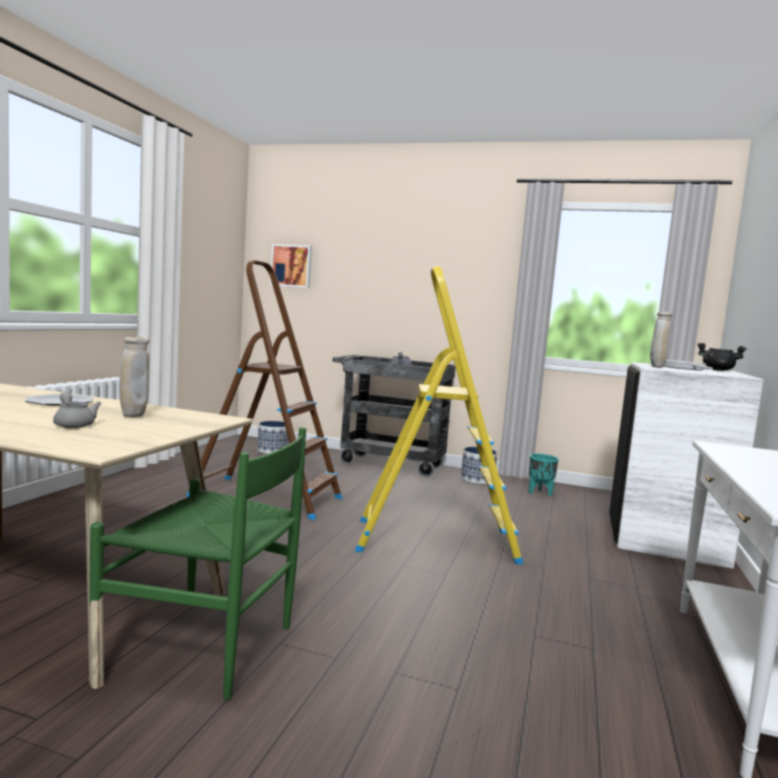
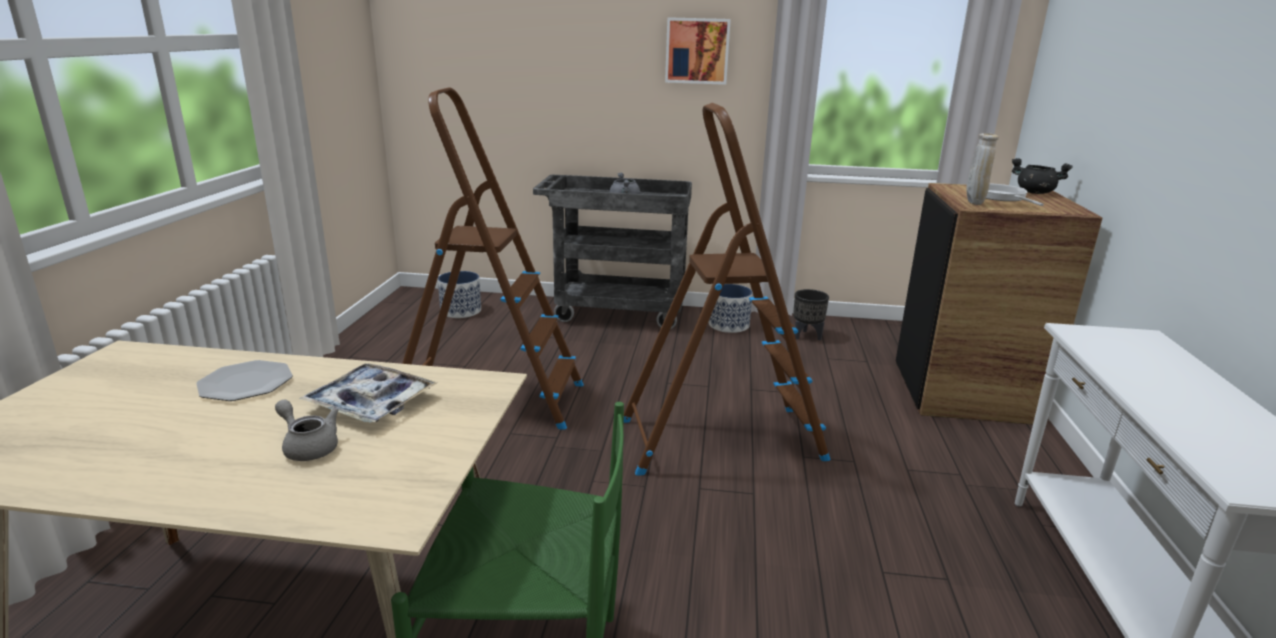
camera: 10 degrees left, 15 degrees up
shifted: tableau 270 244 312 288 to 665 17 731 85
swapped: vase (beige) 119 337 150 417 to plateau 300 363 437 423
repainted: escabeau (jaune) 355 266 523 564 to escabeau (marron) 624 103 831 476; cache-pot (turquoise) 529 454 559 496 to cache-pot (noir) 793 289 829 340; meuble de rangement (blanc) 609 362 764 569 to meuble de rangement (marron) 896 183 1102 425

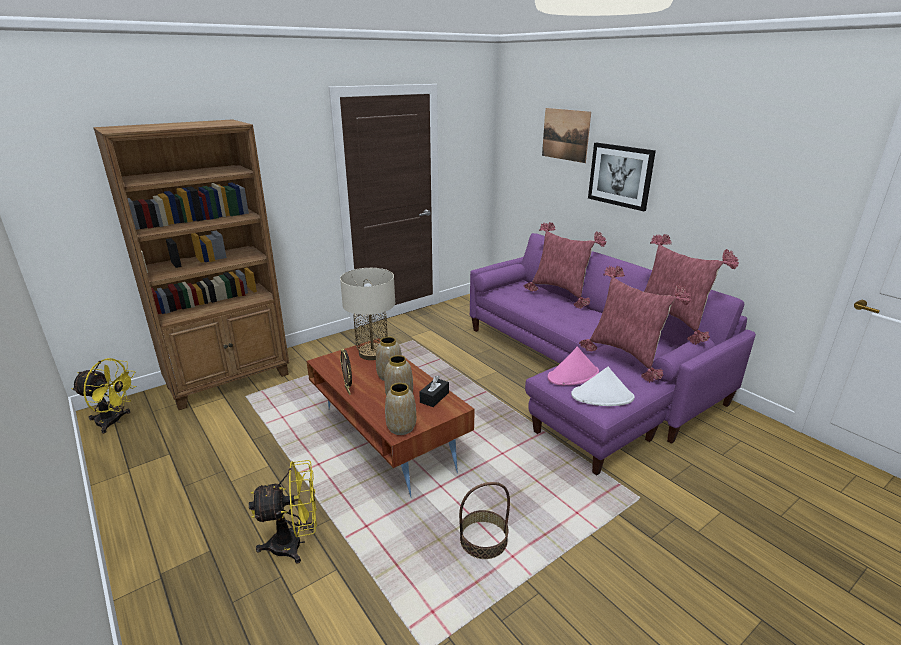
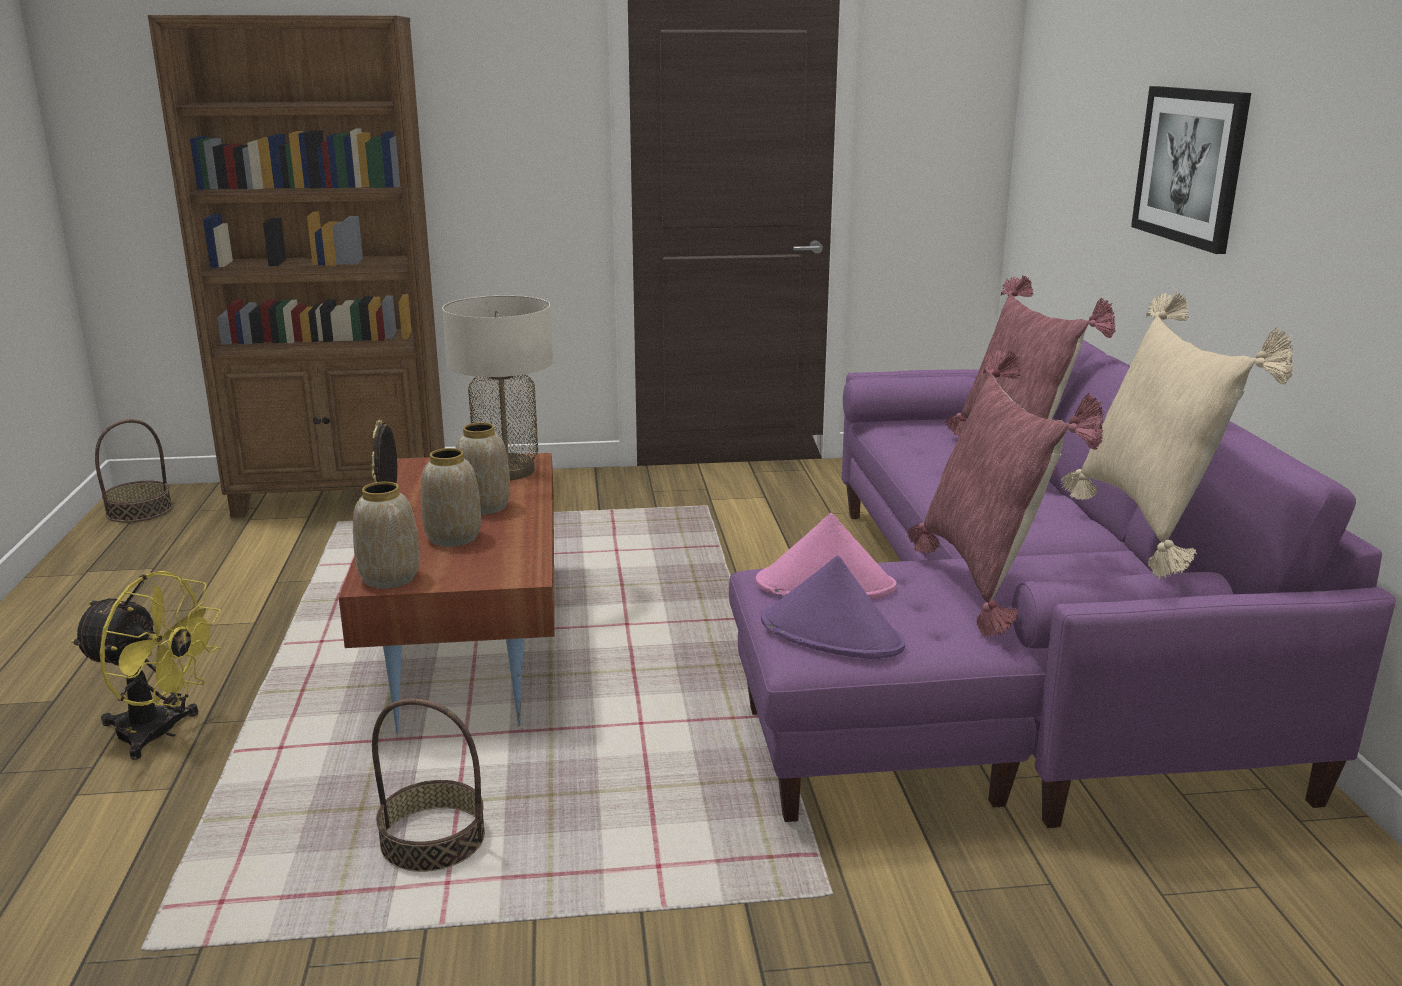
camera: 30 degrees right, 5 degrees down
gone: boîte à mouchoirs (noir) 419 375 449 407; tableau 542 108 591 163
swapped: ventilateur (jaune) 72 358 137 434 to panier 95 419 172 522
repainted: chapeau (blanc) 571 366 635 406 to chapeau (violet) 761 555 905 659; coussin (rouge) 644 234 739 344 to coussin (beige) 1061 292 1293 580

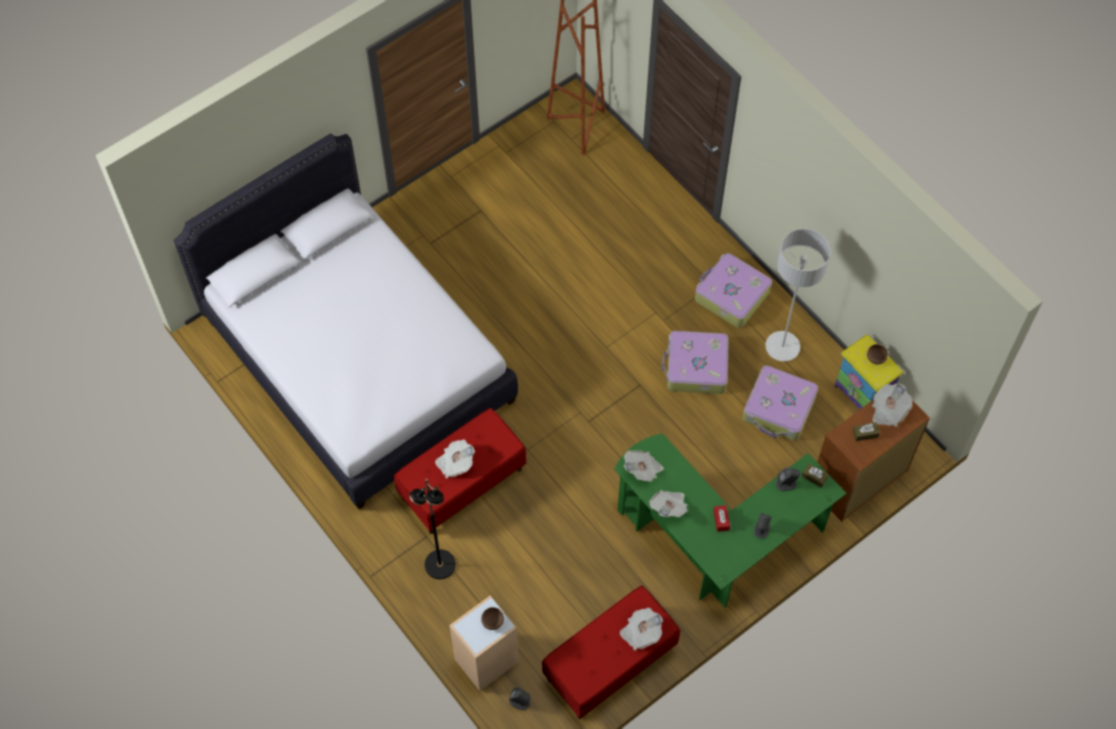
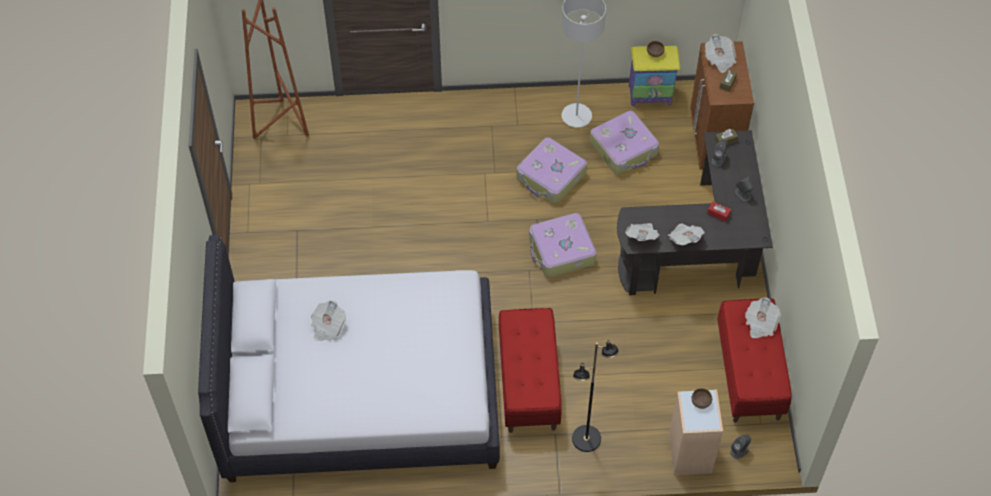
camera: 55 degrees left, 5 degrees down
shifted: journal 435 439 475 478 to 311 300 346 341; valise 695 253 772 328 to 529 213 597 277
repainted: bureau (vert) 614 434 846 608 to bureau (noir) 617 130 773 295

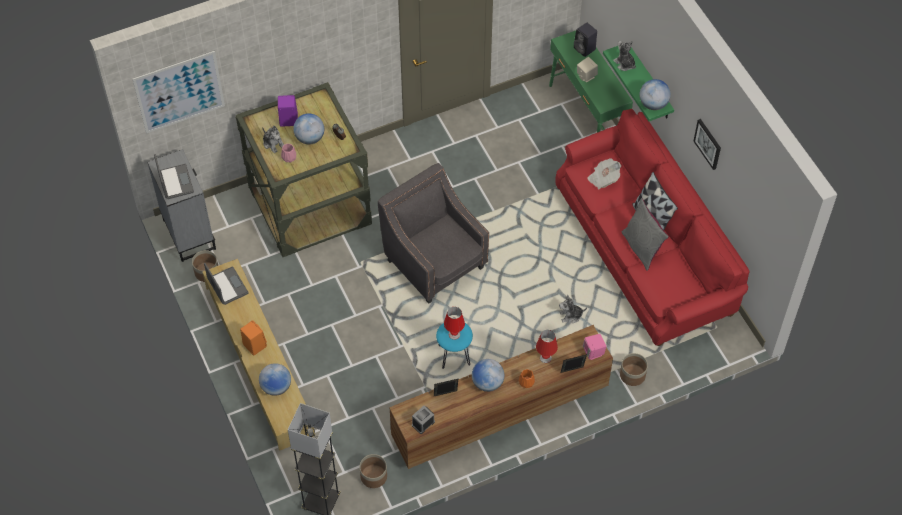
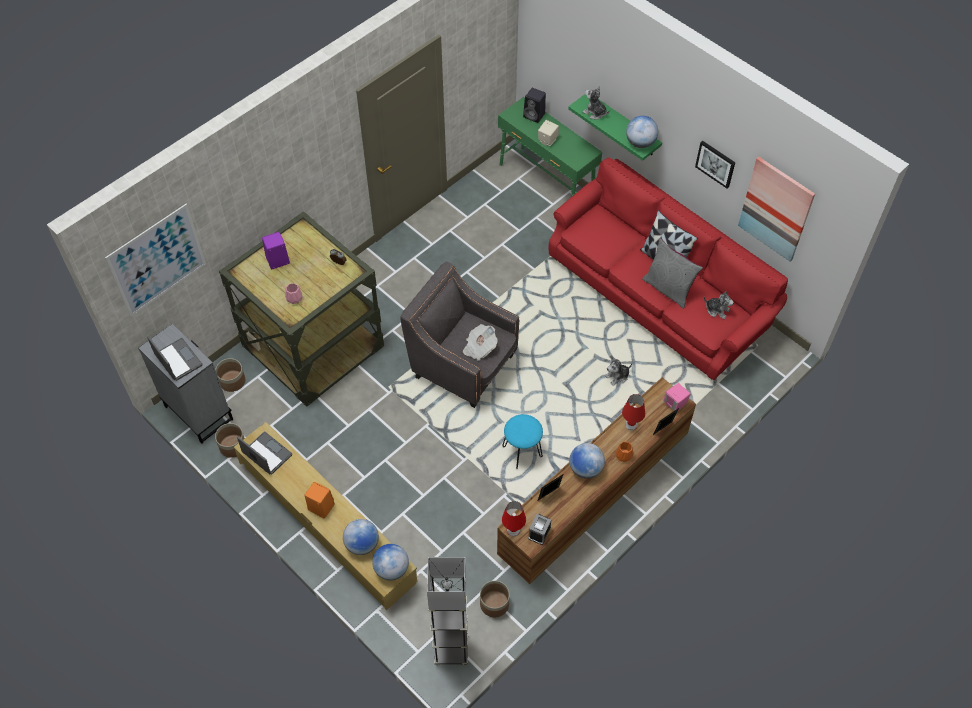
camera: 20 degrees left, 0 degrees up
new: tableau 738 157 815 262
shifted: peluche 262 126 284 153 to 704 291 734 319; globe 293 113 324 144 to 372 544 409 580; lampe de table (rouge) 444 307 465 340 to 502 501 526 536; journal 588 158 621 189 to 463 324 498 361; cache-pot 620 353 648 386 to 215 358 245 392

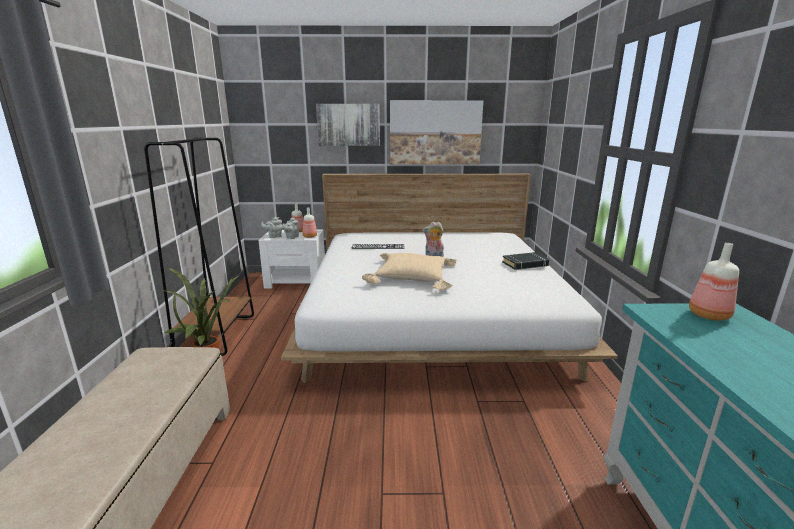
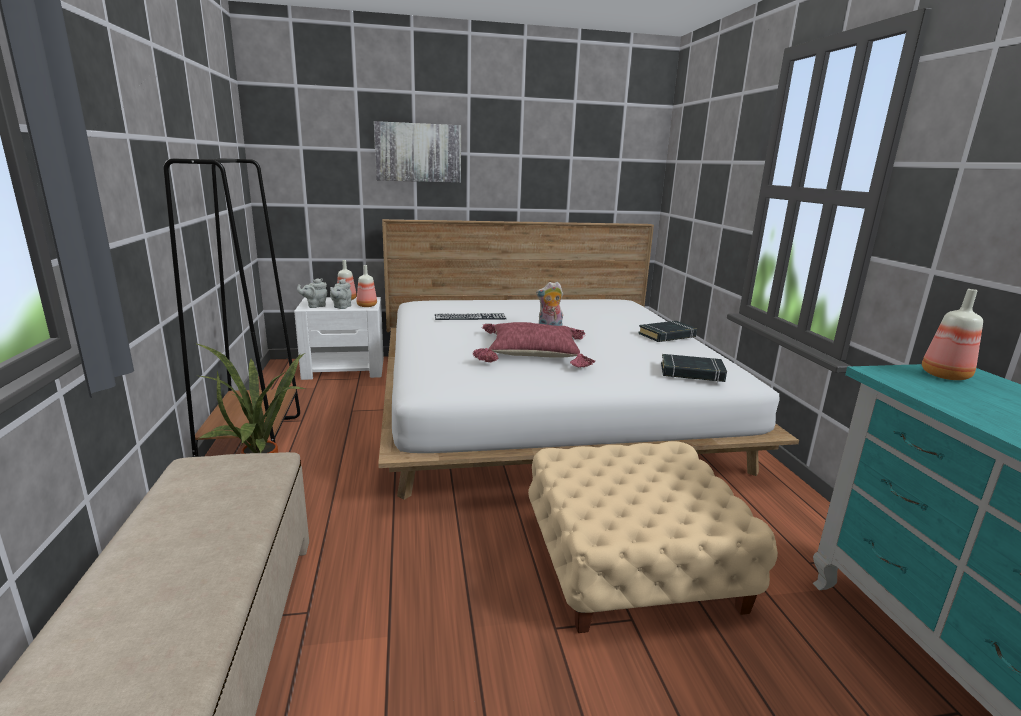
camera: 10 degrees left, 0 degrees up
gone: tableau 390 100 483 164
new: pouf (beige) 528 441 778 633; livre (noir) 661 354 727 382
repainted: coussin (beige) 361 253 457 290 to coussin (rouge) 472 322 595 368

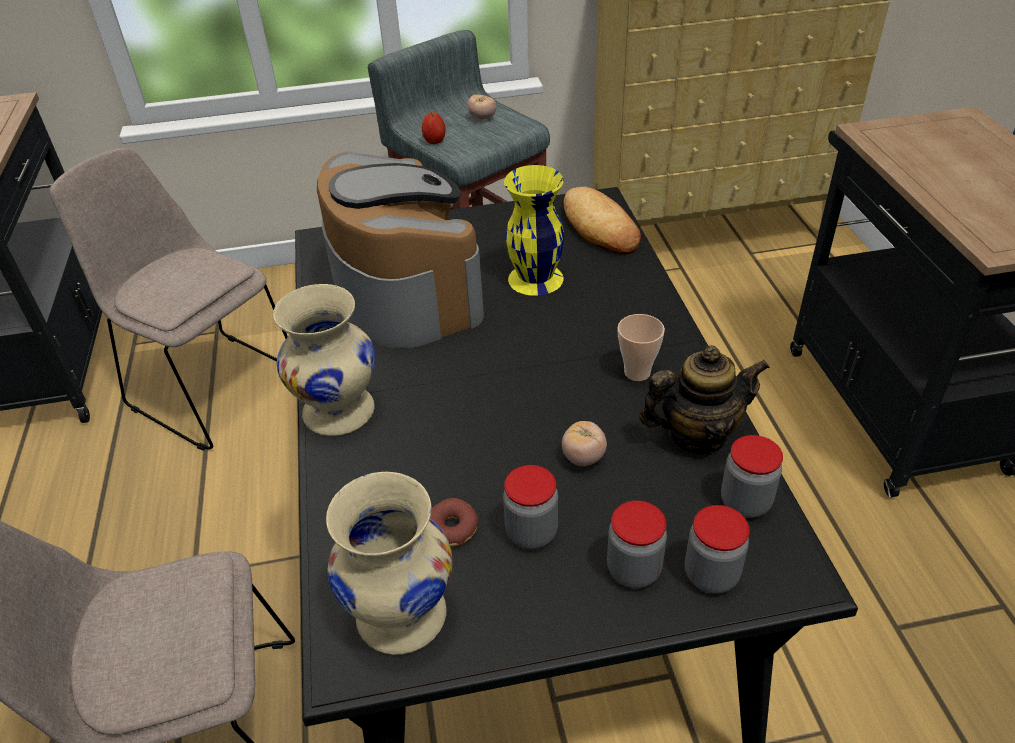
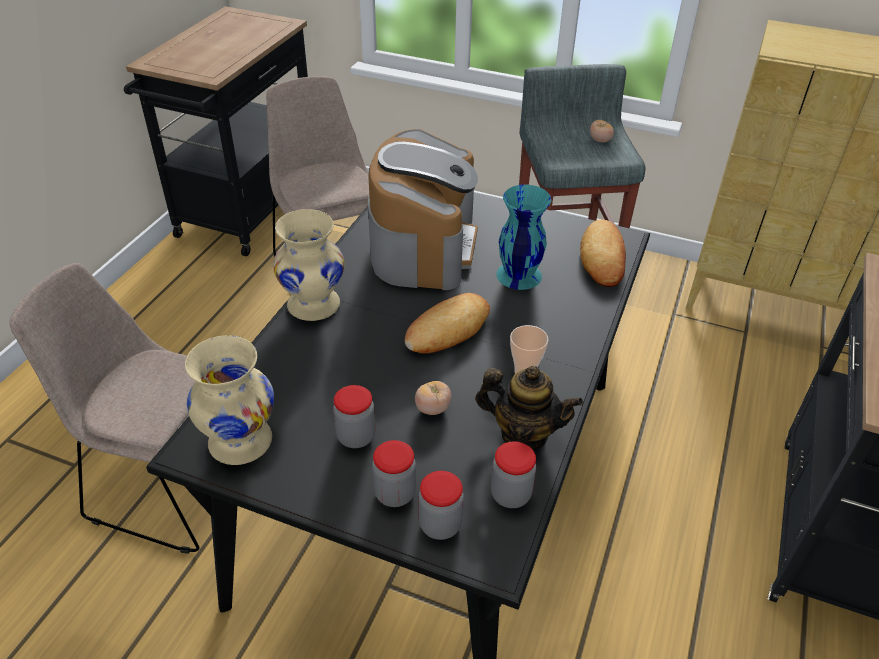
camera: 30 degrees right, 0 degrees up
gone: pomme 421 112 446 144; beignet 430 498 479 547
new: pain 404 293 490 354
repainted: vase (jaune) 504 165 564 296 to vase (turquoise) 496 185 552 290

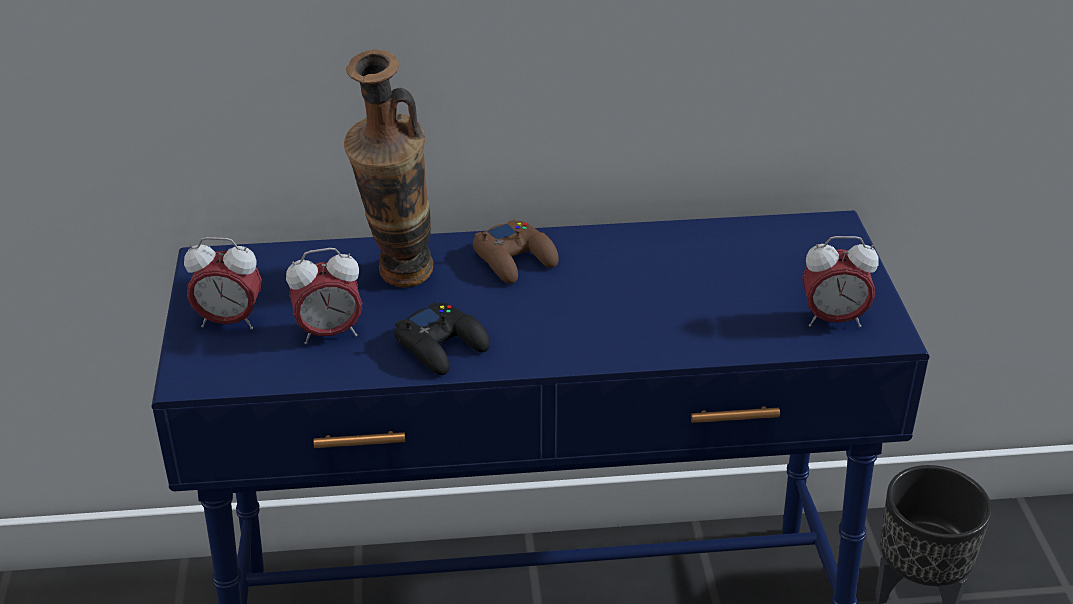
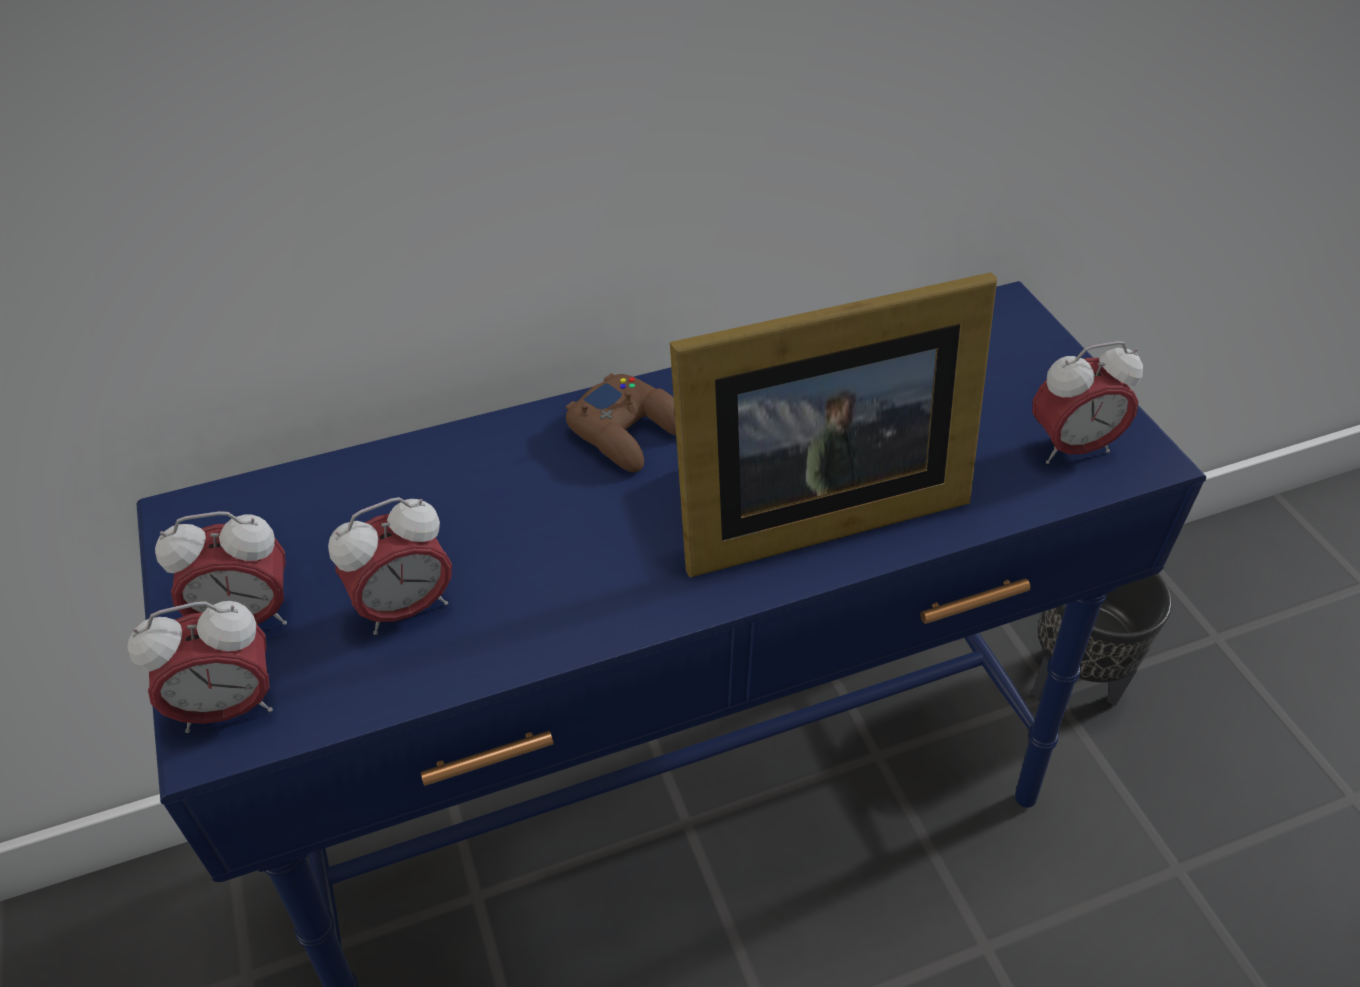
camera: 15 degrees left, 10 degrees up
gone: vase 344 50 433 288; manette (noir) 394 302 490 375
new: réveil 127 601 273 733; cadre photo 670 272 997 577

